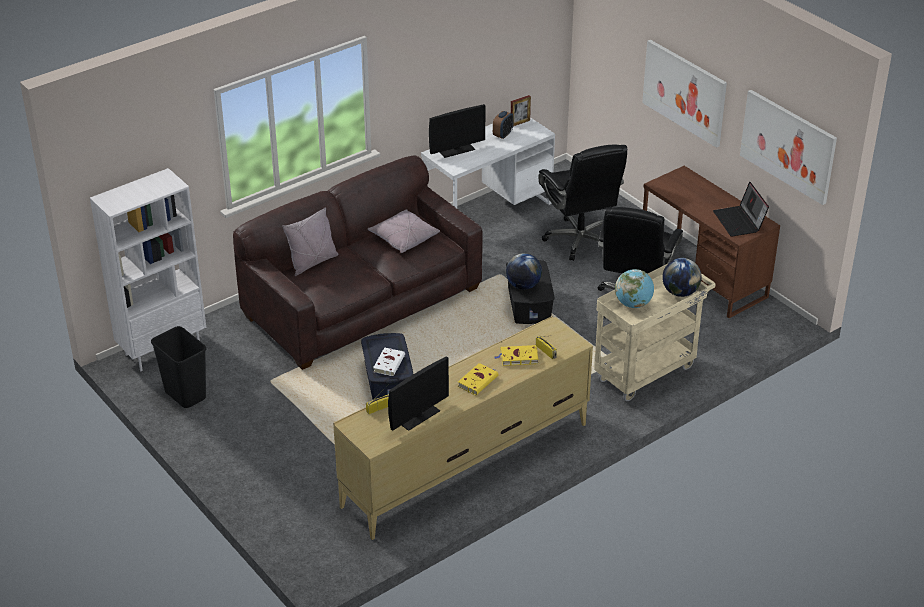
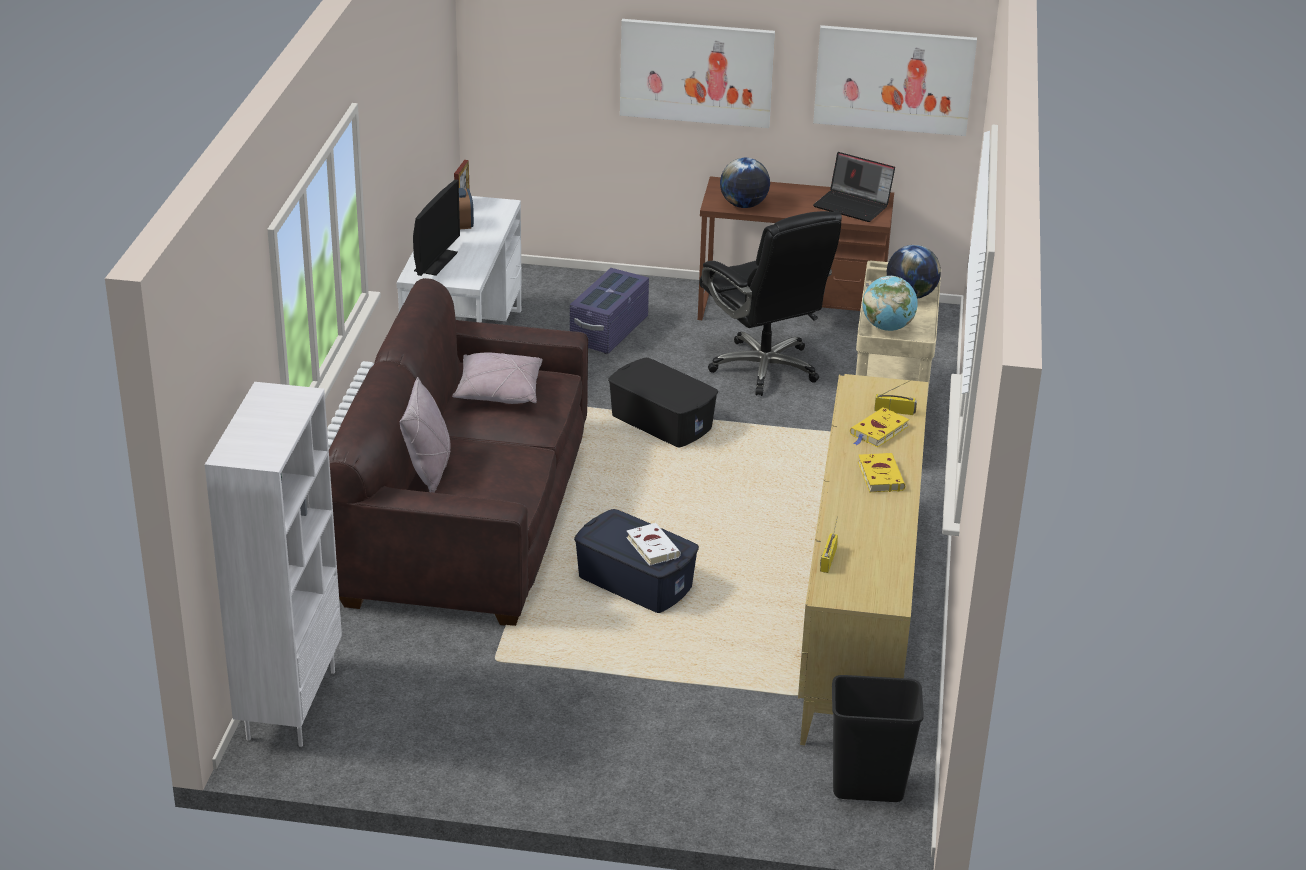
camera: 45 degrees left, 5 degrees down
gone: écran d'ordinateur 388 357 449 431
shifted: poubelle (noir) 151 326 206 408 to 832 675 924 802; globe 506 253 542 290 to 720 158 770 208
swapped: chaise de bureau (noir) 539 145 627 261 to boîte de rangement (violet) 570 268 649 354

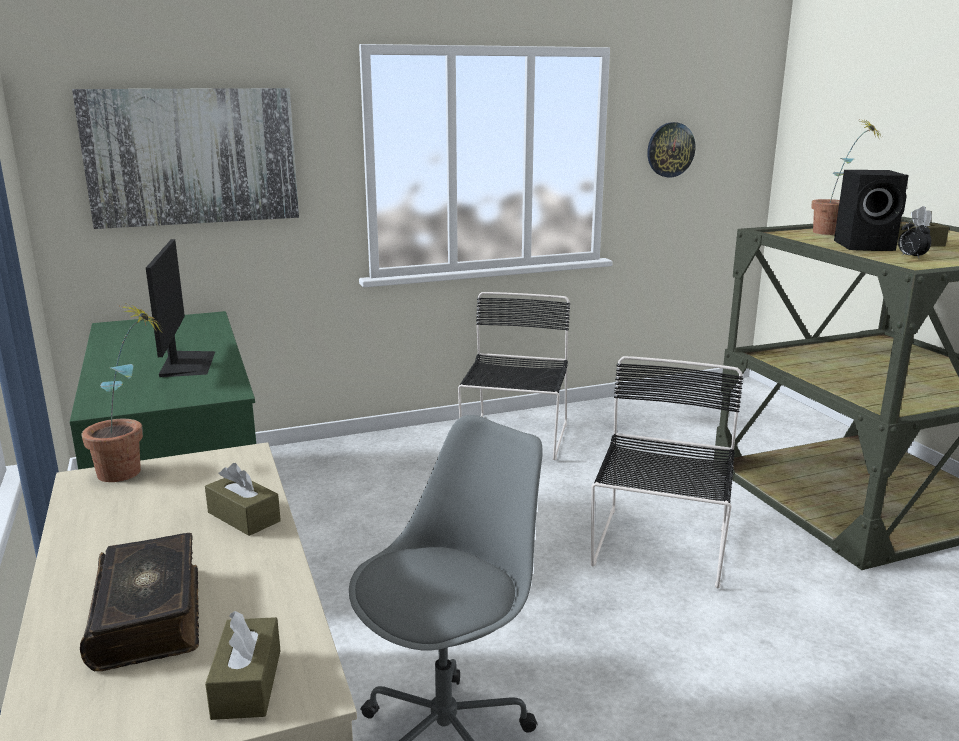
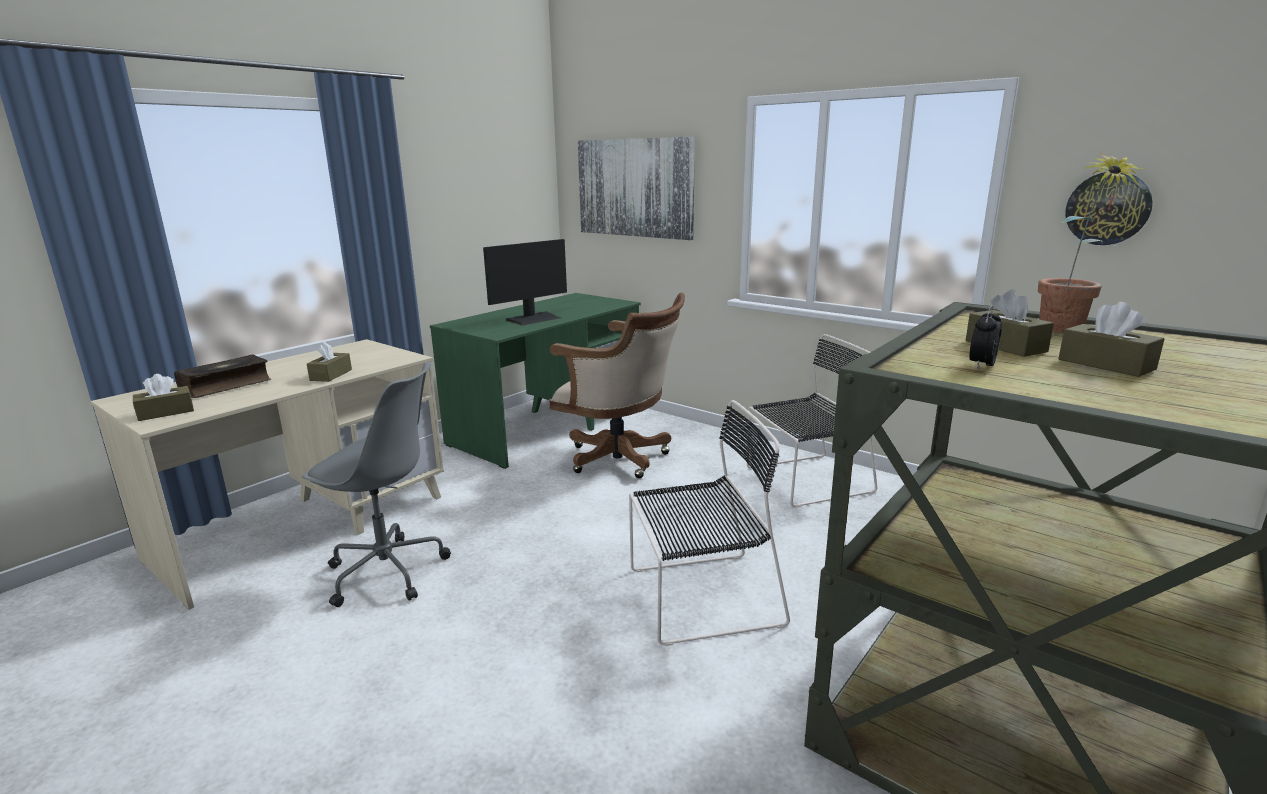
camera: 60 degrees right, 0 degrees up
gone: plante en pot 82 305 162 482
new: chaise de bureau 549 292 685 478
swapped: enceinte (noir) 834 170 909 251 to boîte à mouchoirs (marron) 966 289 1054 357

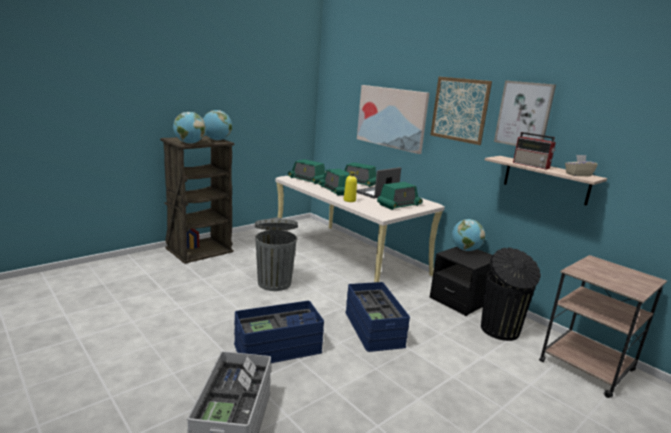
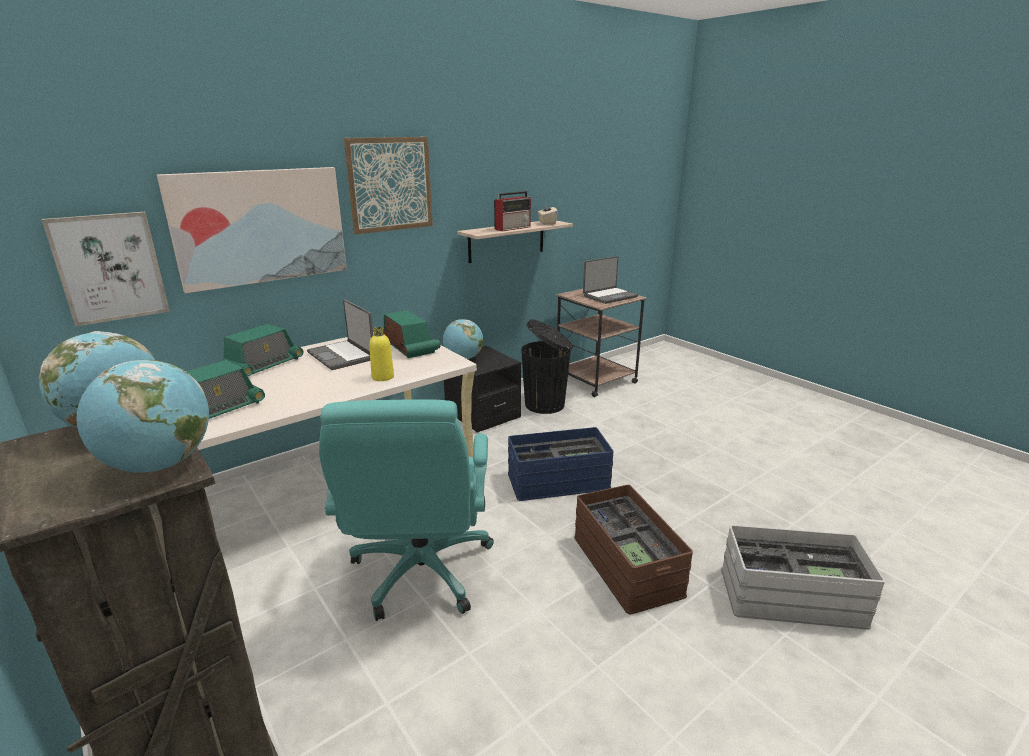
camera: 85 degrees left, 5 degrees up
gone: radio 318 169 349 196
new: ordinateur portable 583 256 638 304
shifted: tableau 494 80 556 146 to 42 212 170 327
swapped: poubelle (gris) 255 217 298 291 to chaise de bureau (turquoise) 319 399 494 621
repainted: boîte de rangement (bleu) 234 301 324 363 to boîte de rangement (marron) 574 485 693 614

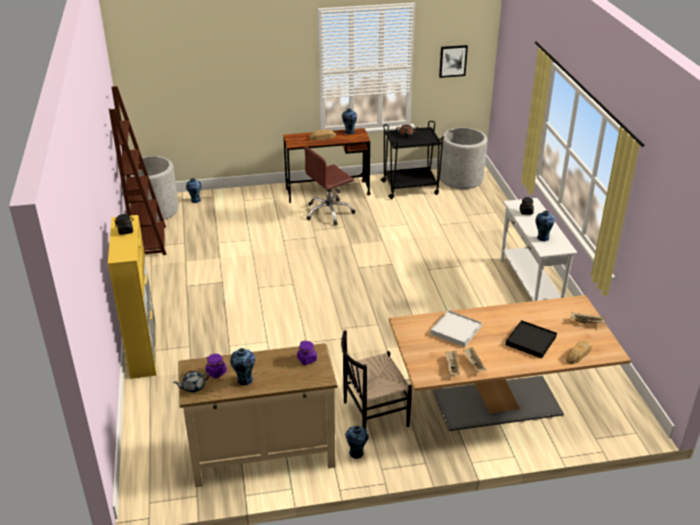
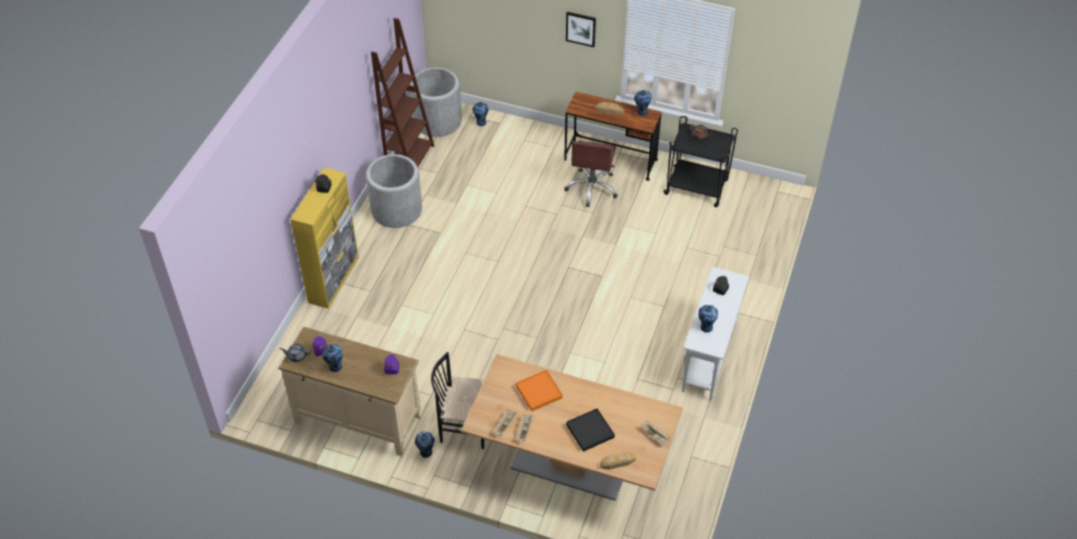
camera: 30 degrees right, 15 degrees up
shifted: tableau 439 45 468 78 to 566 12 596 47; cache-pot (gris) 440 127 487 189 to 366 154 422 228
repainted: plateau (blanc) 431 310 482 347 to plateau (orange) 516 370 563 411
rotated: chaise de bureau (marron) 304 146 355 225 = 564 141 618 207 75 degrees counterclockwise

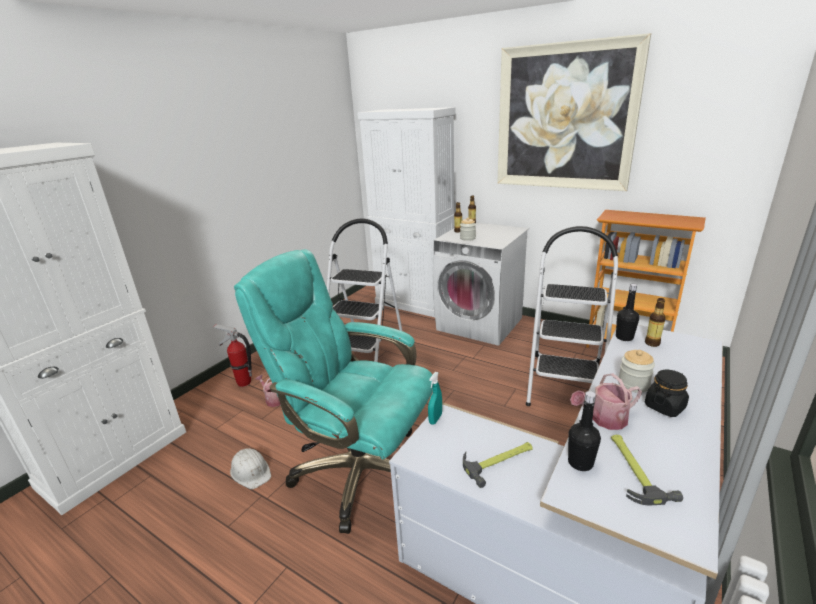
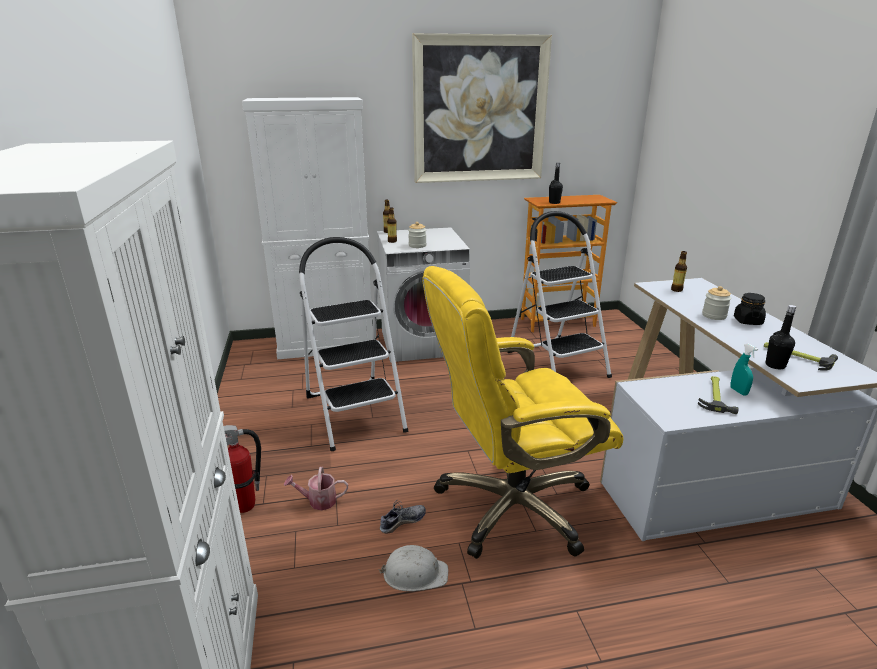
camera: 45 degrees left, 0 degrees up
gone: arrosoir 570 373 642 430
new: chaussure 380 500 426 533
shifted: vaporisateur (turquoise) 428 372 442 425 to 731 343 758 396; bouteille (noir) 616 284 639 341 to 549 163 563 204
repainted: chaise de bureau (turquoise) 234 249 433 534 to chaise de bureau (jaune) 422 266 624 559

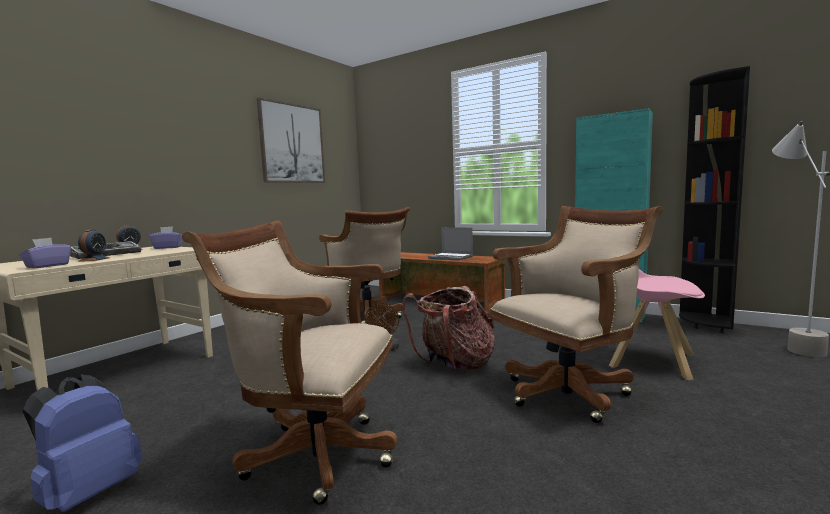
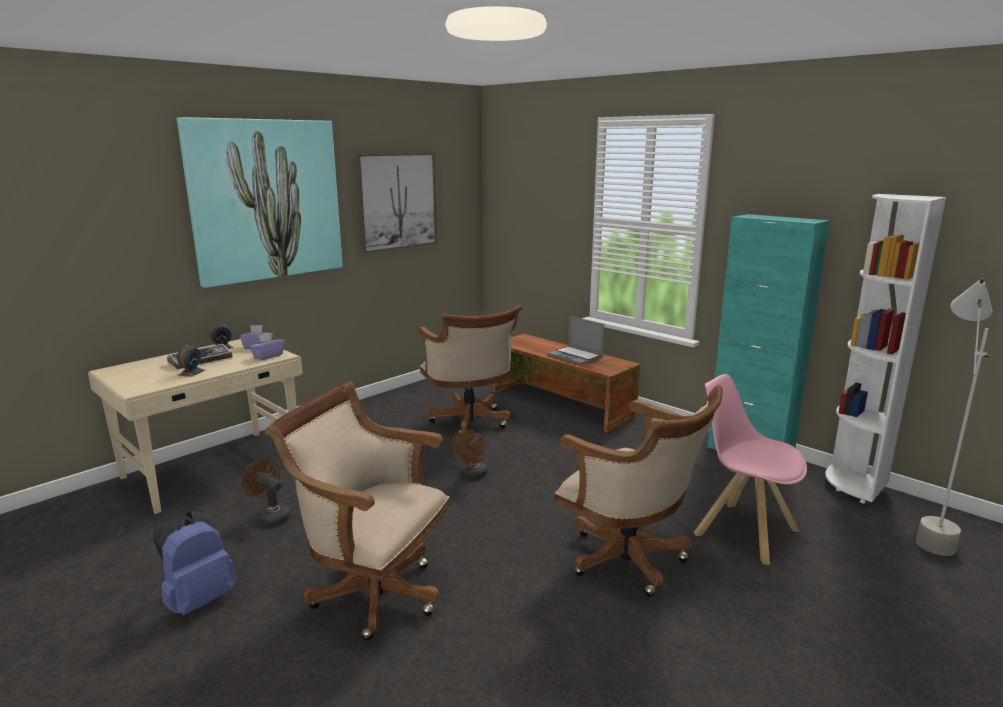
camera: 10 degrees right, 10 degrees up
gone: sac à dos 402 286 495 370
new: tableau 177 117 343 288; ventilateur (marron) 242 458 291 526
shifted: boîte à mouchoirs (violet) 19 238 71 268 to 249 333 284 360
repainted: bibliothèque (noir) 679 66 750 333 to bibliothèque (blanc) 825 194 946 503
rotated: chaise de bureau 490 206 664 423 = 554 385 723 596 60 degrees clockwise

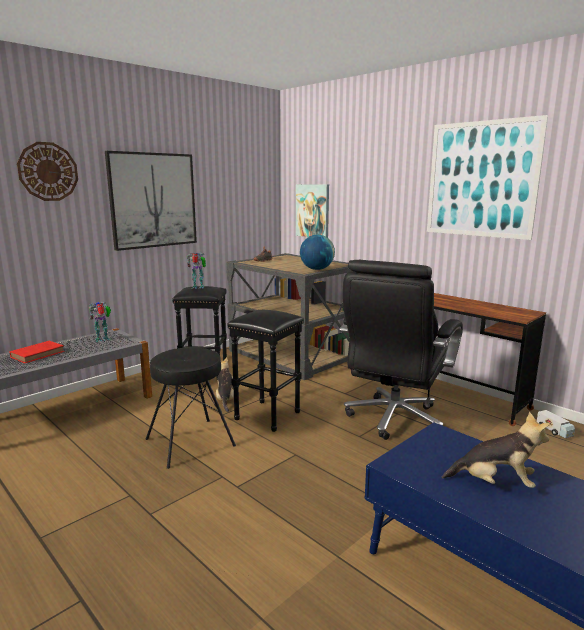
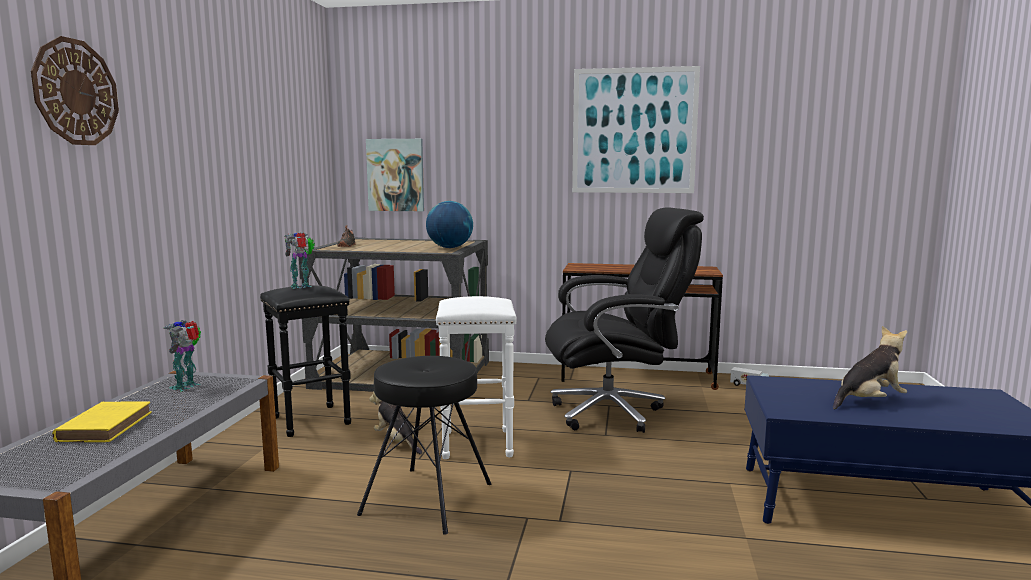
camera: 35 degrees left, 5 degrees down
gone: tableau 105 151 197 251
repainted: livre (rouge) 10 341 65 363 to livre (jaune) 53 401 152 442; tabouret (noir) 227 310 304 432 to tabouret (blanc) 436 296 517 459
rotated: chaise de bureau (noir) 339 260 463 440 = 545 207 704 433 90 degrees counterclockwise

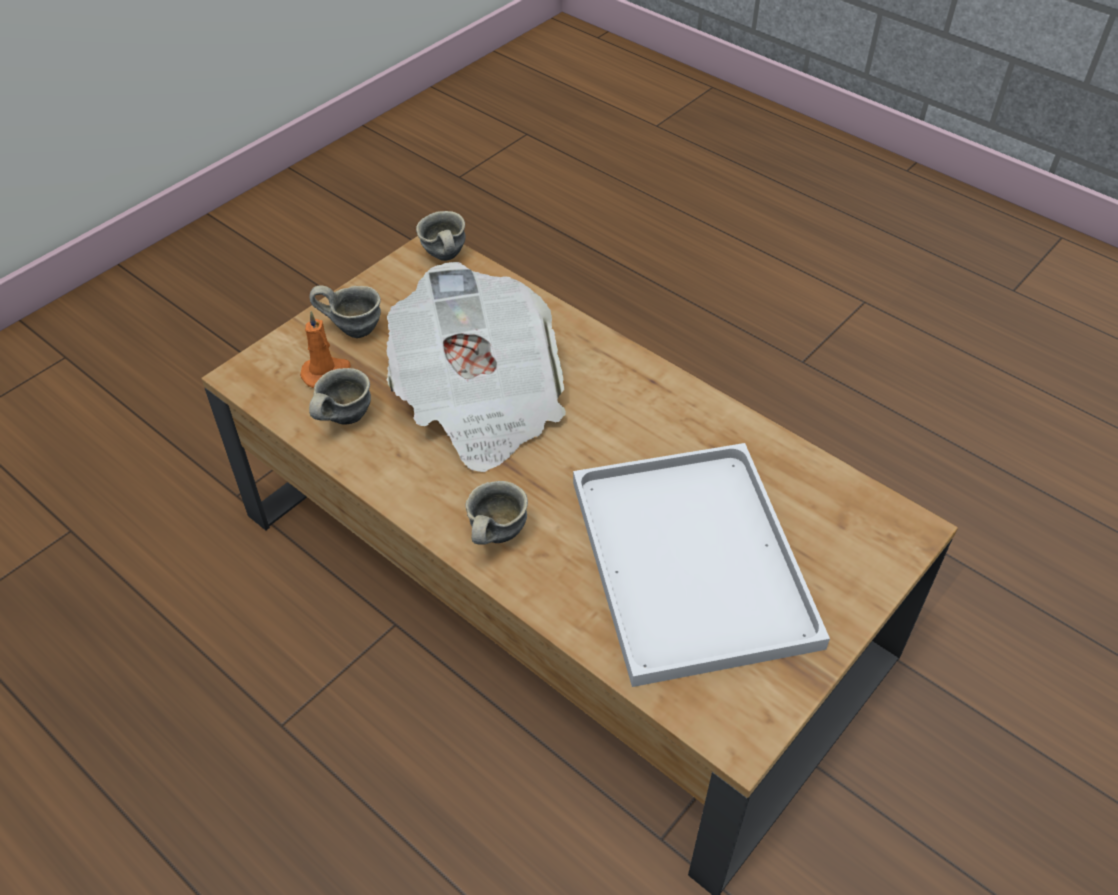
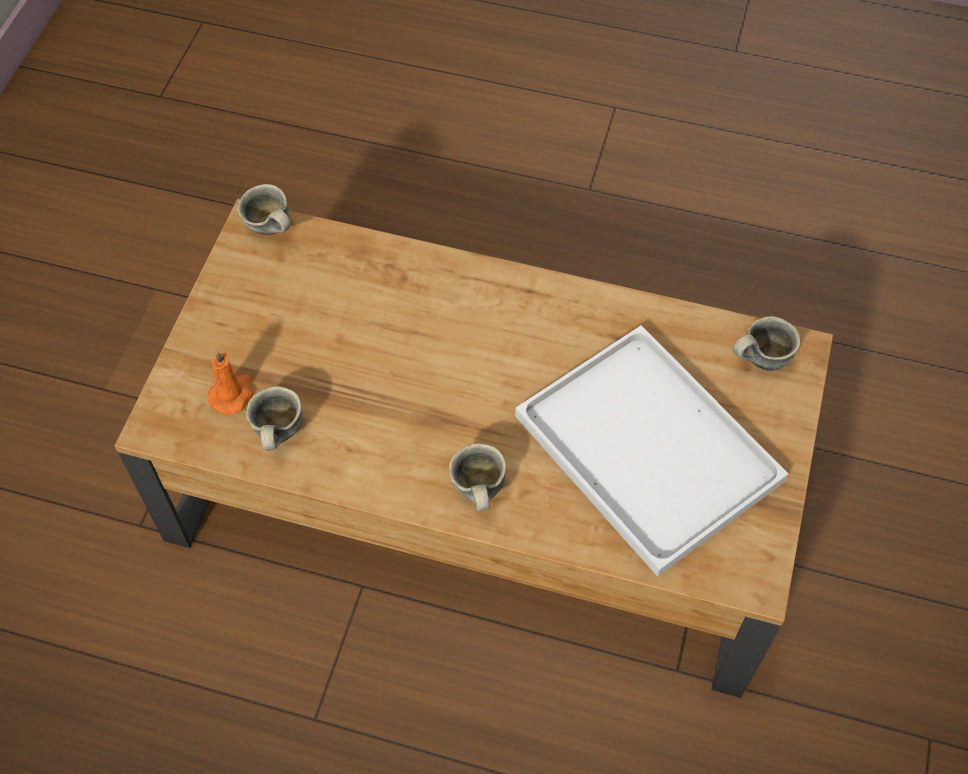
camera: 25 degrees left, 10 degrees up
gone: journal 386 262 566 472
shifted: mug (gris) 309 285 381 338 to 733 317 800 371

